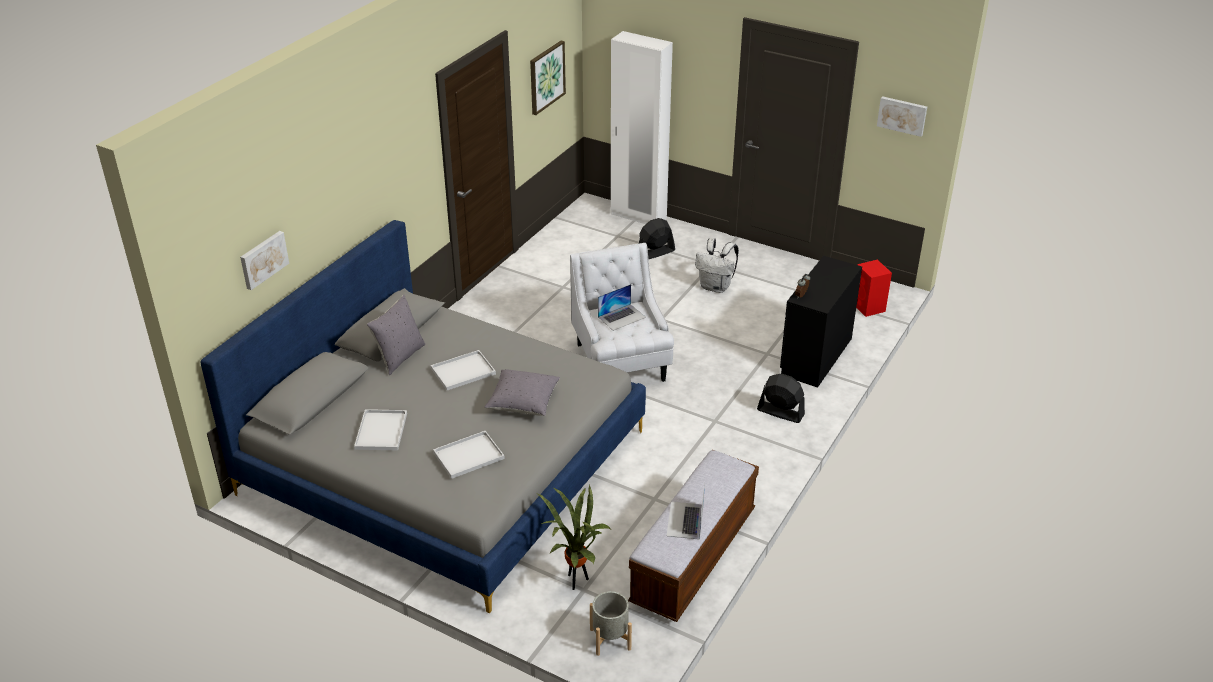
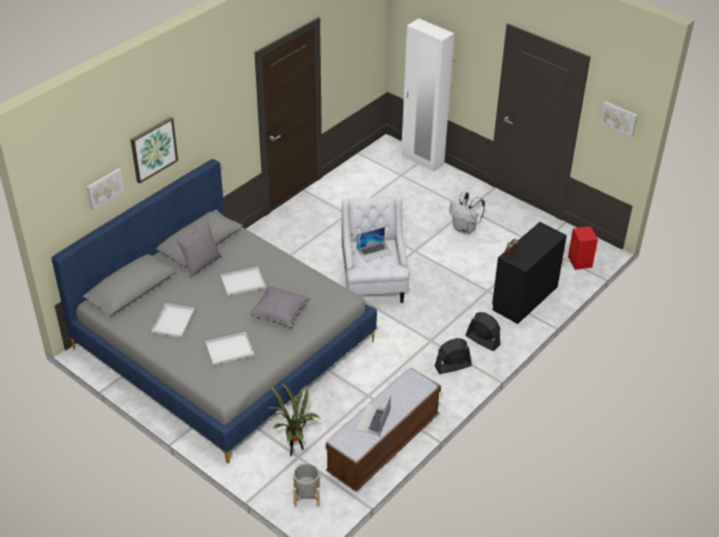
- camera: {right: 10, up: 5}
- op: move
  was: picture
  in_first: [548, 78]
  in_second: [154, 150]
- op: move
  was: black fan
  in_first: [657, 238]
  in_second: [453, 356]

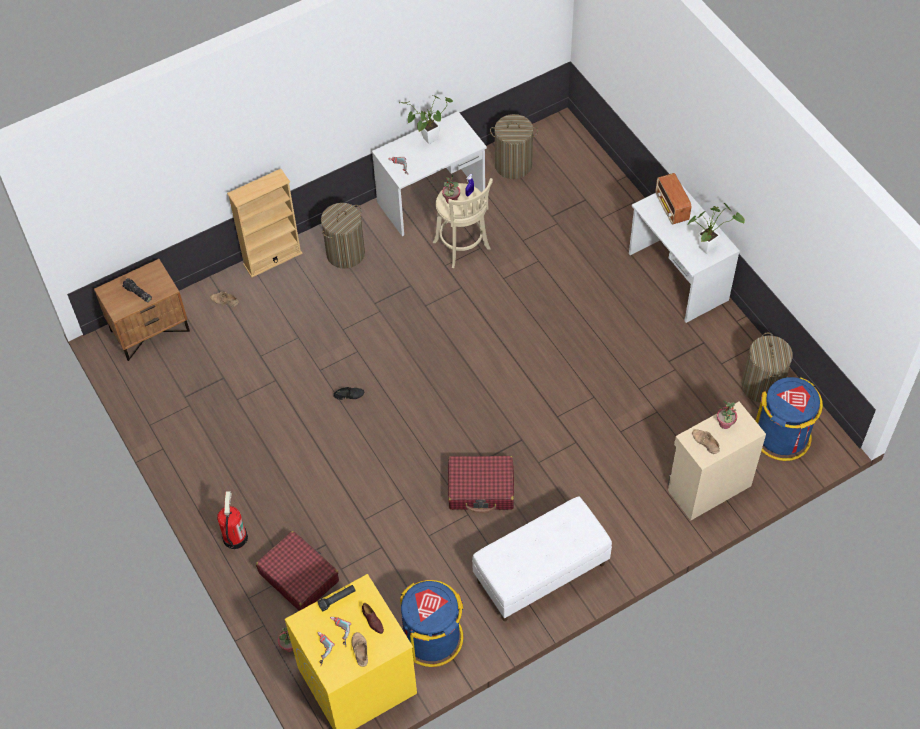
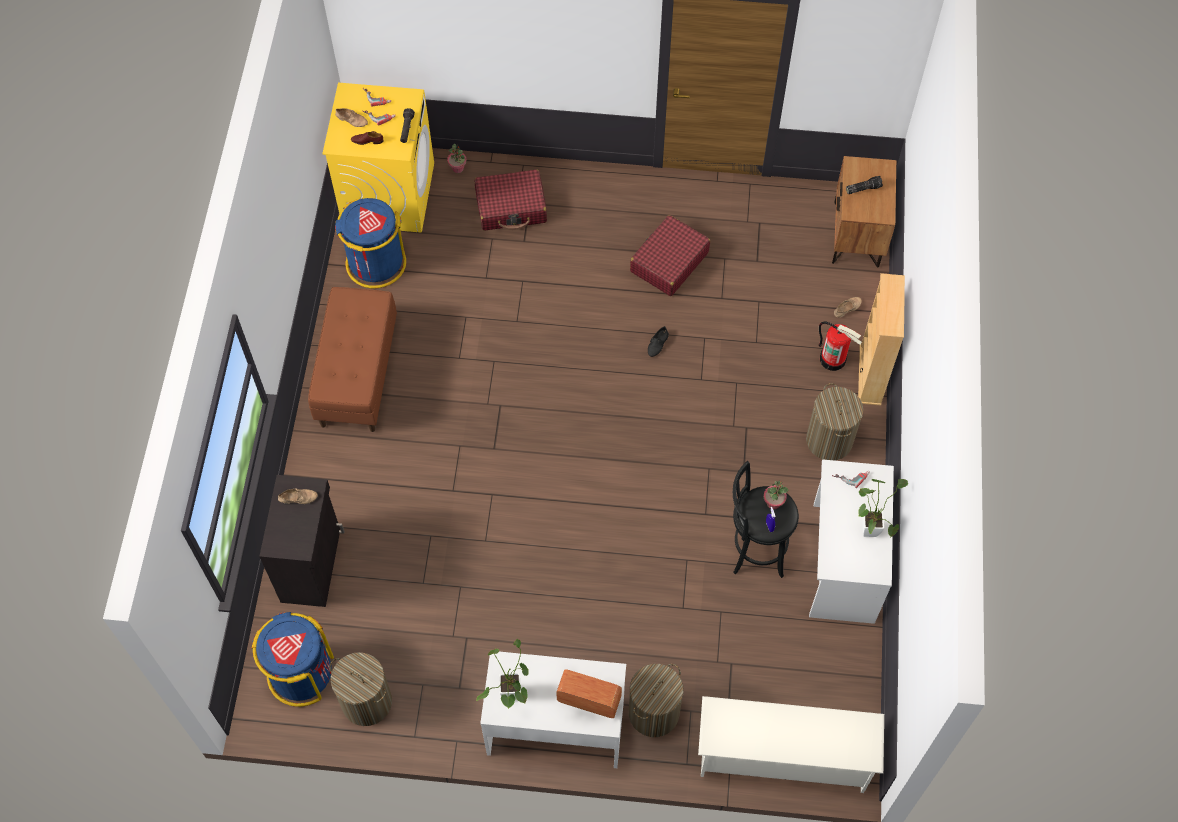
- camera: {right: 125, up: 5}
- op: move
  was: laundry basket
  in_first: [514, 146]
  in_second: [656, 700]
- op: recolor
  was: beige stool
  now: black stool
  in_first: [463, 223]
  in_second: [766, 519]
- op: delete
  was: potted plant
  in_first: [727, 414]
- op: recolor
  was: beige cabinet
  now: black cabinet
  in_first: [717, 461]
  in_second: [302, 541]
- op: move
  was: red suitcase
  in_first: [481, 484]
  in_second: [670, 255]
- op: move
  was: fire extinguisher
  in_first: [232, 520]
  in_second: [840, 346]
- op: recolor
  was: white bench
  now: brown bench
  in_first: [542, 558]
  in_second: [352, 359]
- op: insert
  now: white shoe rack
  in_second: [791, 744]

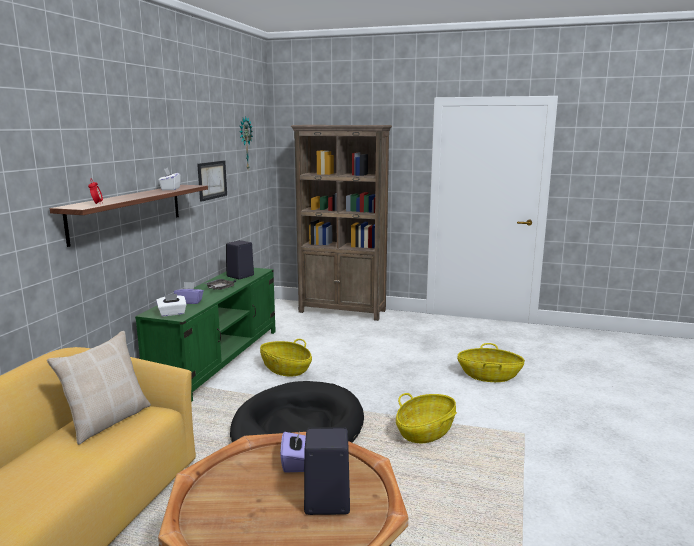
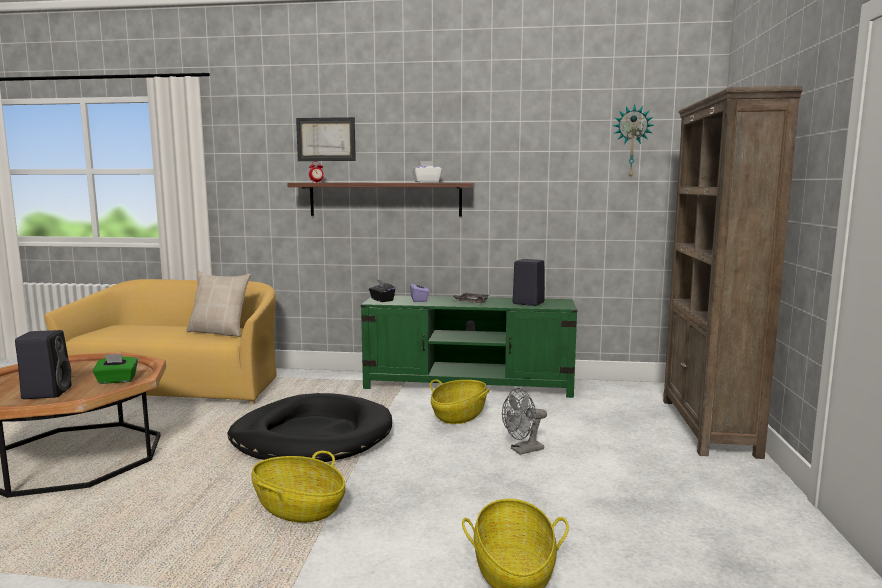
- camera: {right: 80, up: -5}
- op: move
  was: picture
  in_first: [212, 181]
  in_second: [326, 139]
- op: recolor
  was: white tissue box
  now: black tissue box
  in_first: [171, 305]
  in_second: [382, 290]
- op: recolor
  was: purple tissue box
  now: green tissue box
  in_first: [293, 452]
  in_second: [115, 369]
- op: insert
  now: grey fan
  in_second: [524, 421]

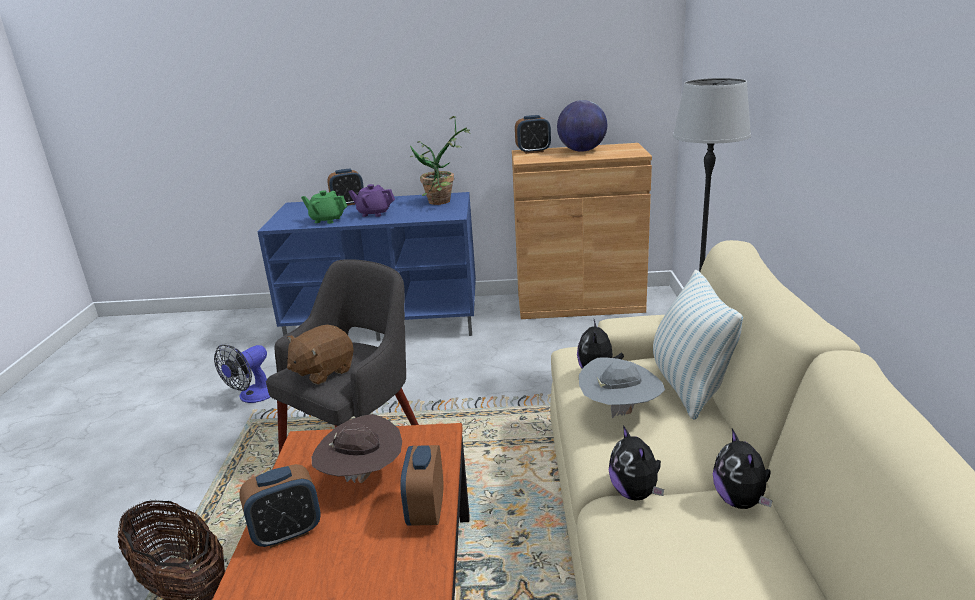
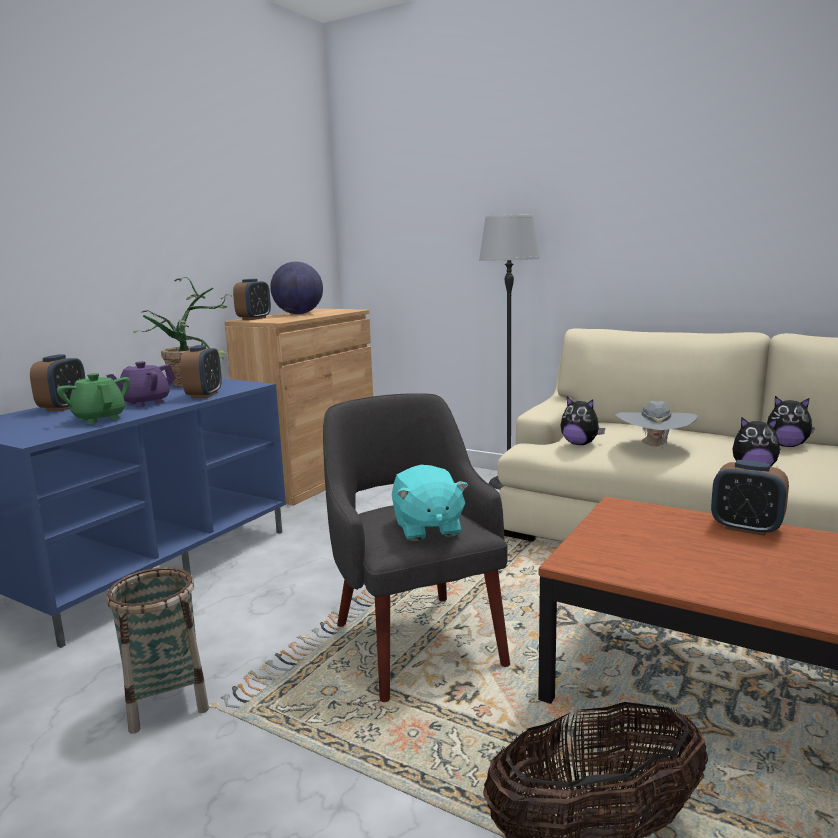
- camera: {right: -60, up: -10}
- op: rotate
  was: green teapot
  in_first: [324, 207]
  in_second: [93, 398]
  clockwise: 90
- op: delete
  was: pillow
  in_first: [698, 345]
- op: recolor
  was: brown plush toy
  now: turquoise plush toy
  in_first: [320, 355]
  in_second: [430, 503]
- op: replace
  was: fan
  now: basket
  in_first: [242, 373]
  in_second: [158, 650]
- op: delete
  was: brown hat
  in_first: [357, 448]
- op: move
  was: alarm clock
  in_first: [280, 506]
  in_second: [201, 371]

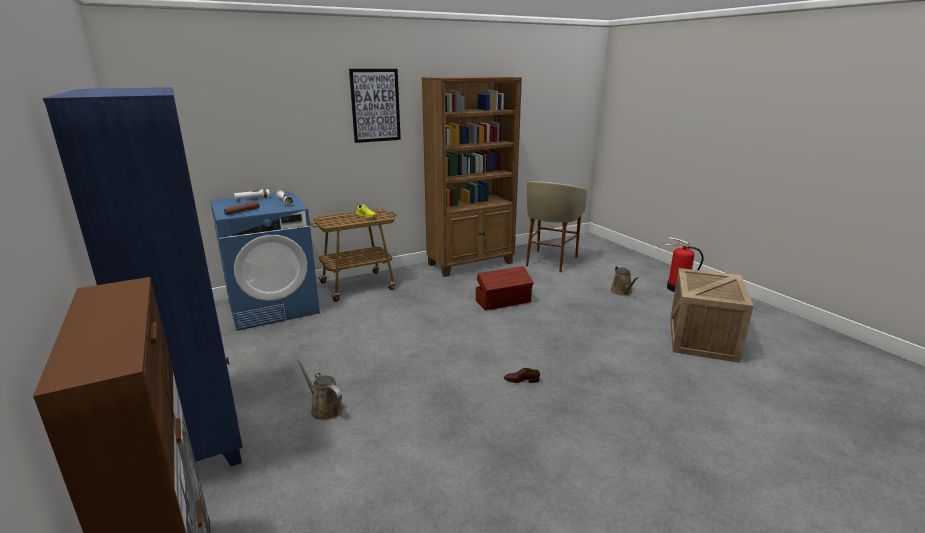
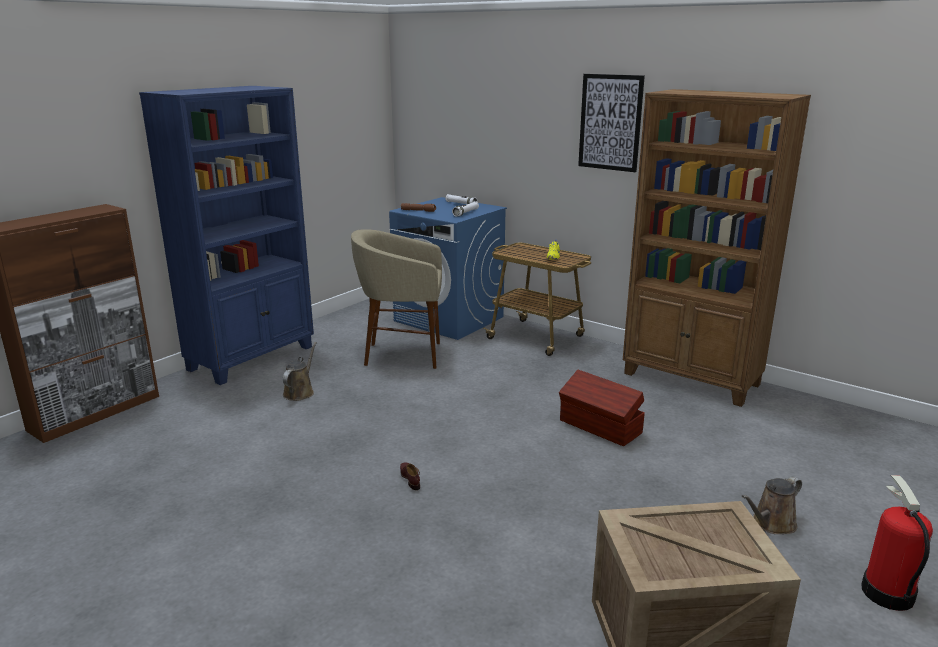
- camera: {right: 65, up: 0}
- op: move
  was: beige stool
  in_first: [556, 226]
  in_second: [396, 299]

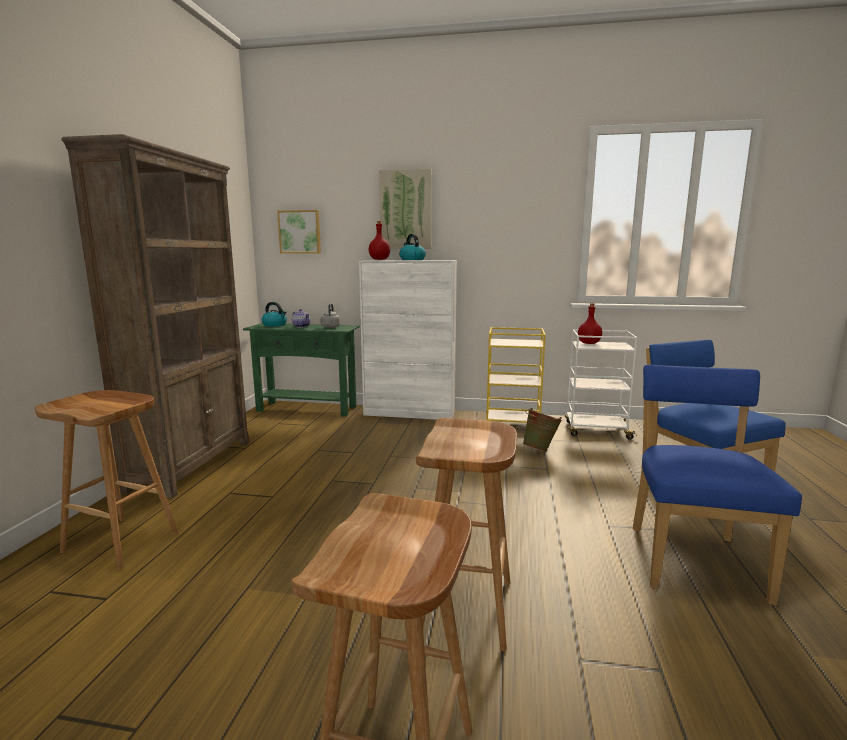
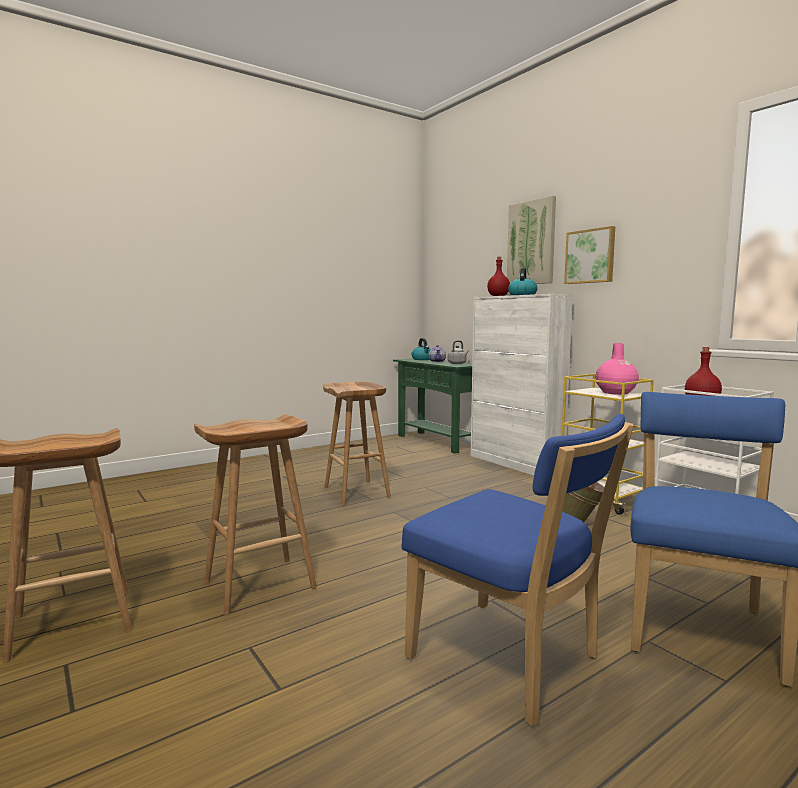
- camera: {right: 45, up: -5}
- op: delete
  was: brown bookcase
  in_first: [155, 316]
- op: move
  was: picture
  in_first: [299, 232]
  in_second: [589, 255]
- op: rotate
  was: blue chair
  in_first: [717, 485]
  in_second: [517, 570]
  clockwise: 75
- op: move
  was: brown stool
  in_first: [107, 480]
  in_second: [357, 443]
- op: insert
  now: pink vase
  in_second: [617, 369]

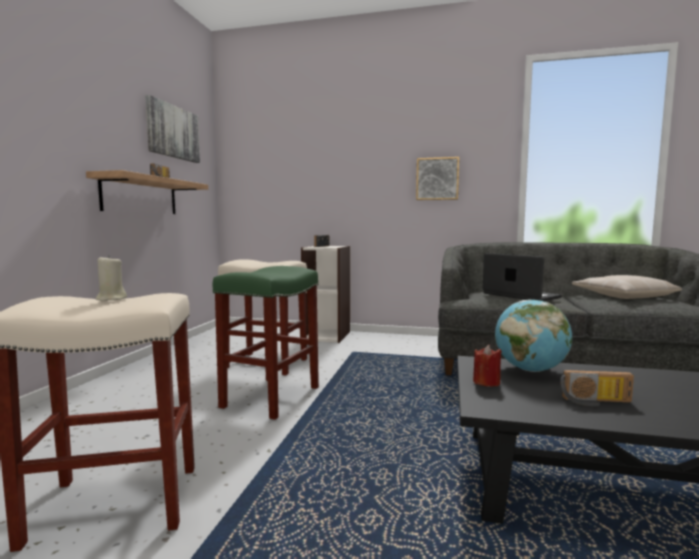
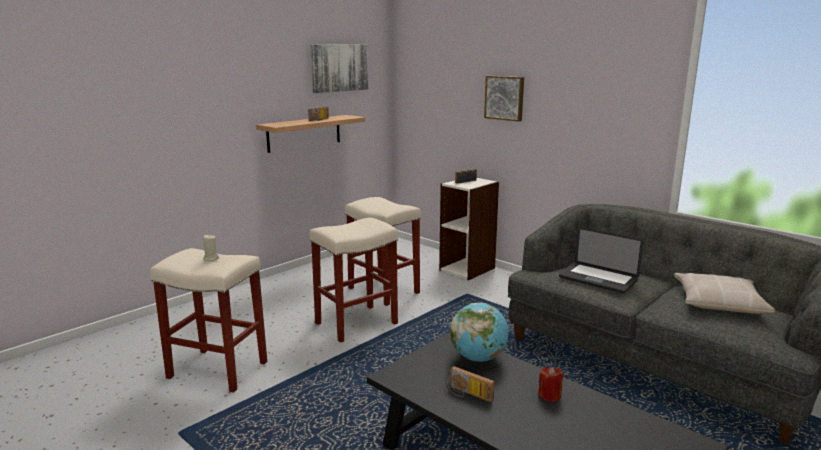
- camera: {right: 30, up: 10}
- op: move
  was: picture
  in_first: [437, 178]
  in_second: [504, 99]
- op: rotate
  was: laptop
  in_first: [522, 277]
  in_second: [601, 260]
  clockwise: 135
- op: recolor
  was: green stool
  now: beige stool
  in_first: [266, 343]
  in_second: [353, 280]
- op: move
  was: red candle
  in_first: [487, 366]
  in_second: [550, 384]

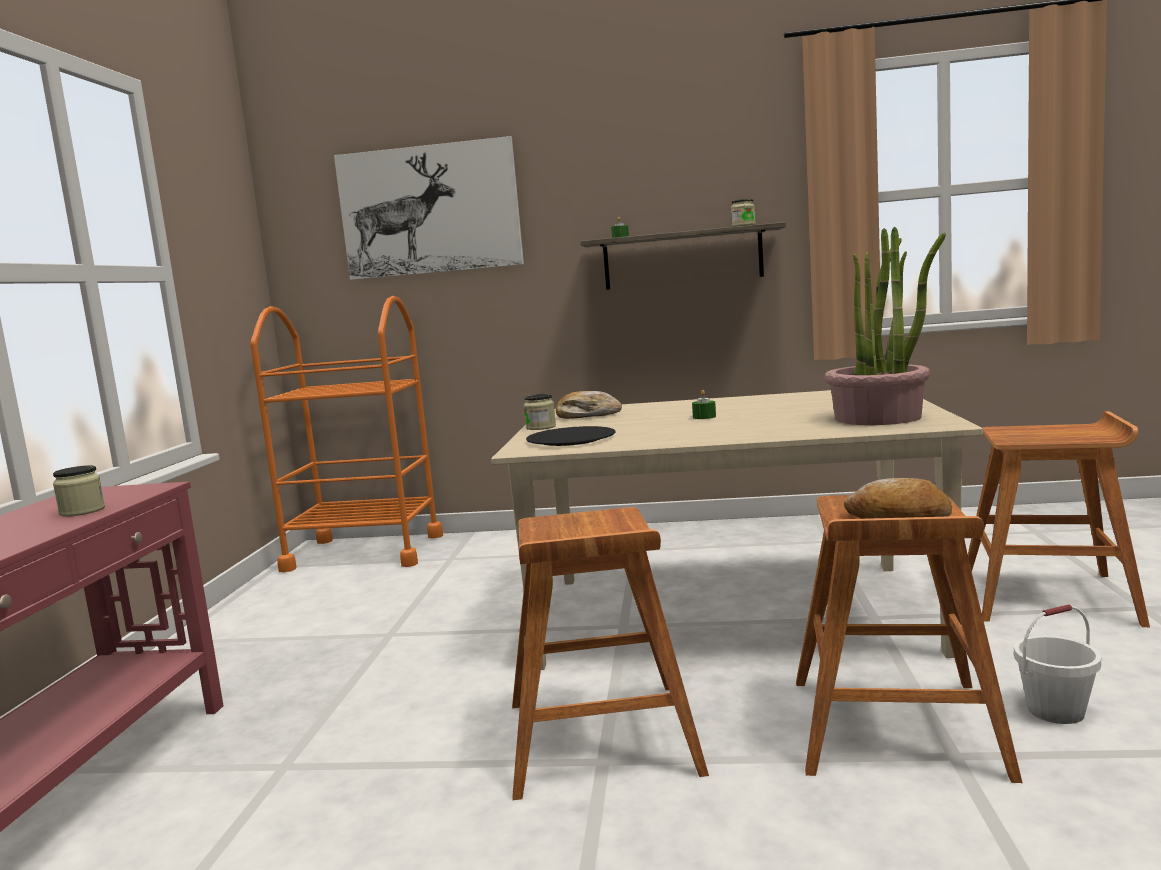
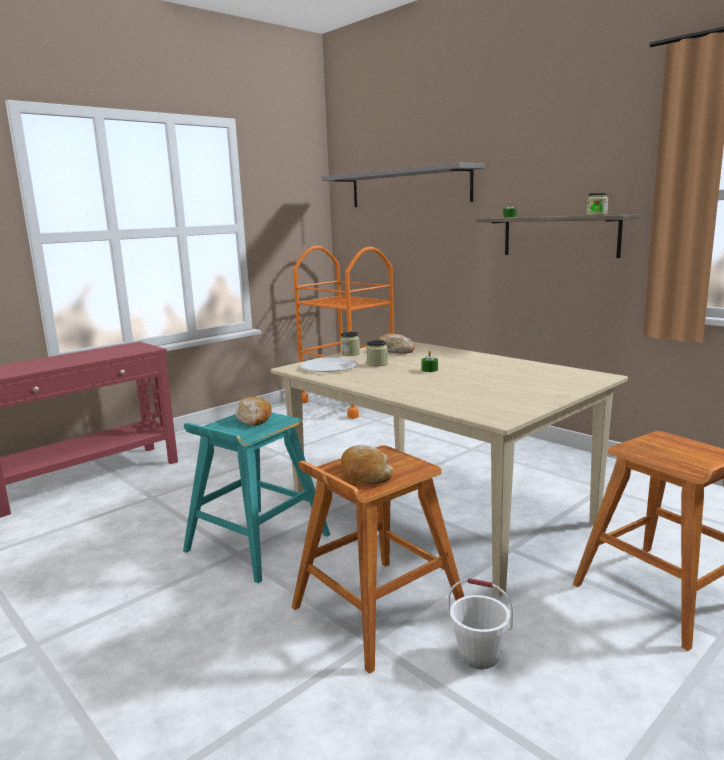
- camera: {right: 40, up: 5}
- op: replace
  was: picture
  now: grey shelf
  in_first: [429, 208]
  in_second: [403, 184]
- op: delete
  was: potted plant
  in_first: [885, 325]
- op: recolor
  was: black plate
  now: white plate
  in_first: [571, 436]
  in_second: [328, 365]
- op: move
  was: jar
  in_first: [79, 491]
  in_second: [377, 353]
- op: recolor
  was: brown stool
  now: turquoise stool
  in_first: [610, 653]
  in_second: [257, 497]
- op: insert
  now: bread
  in_second: [253, 411]

